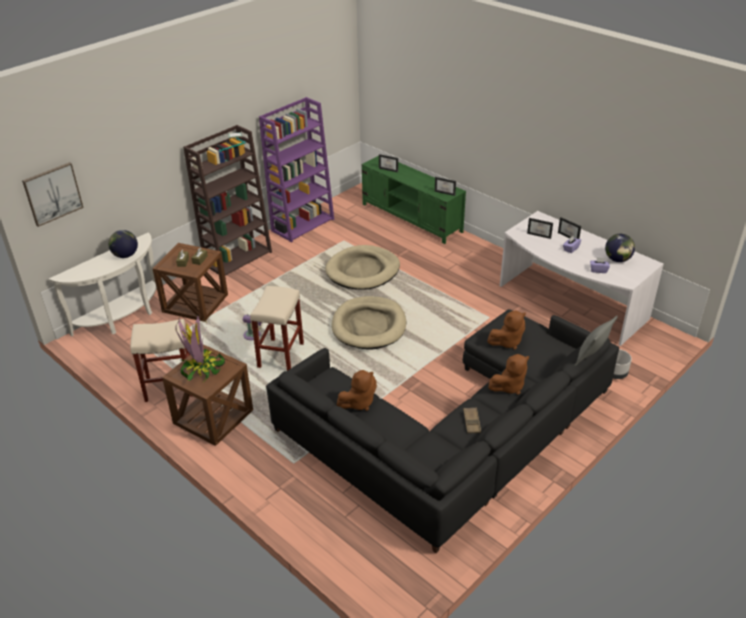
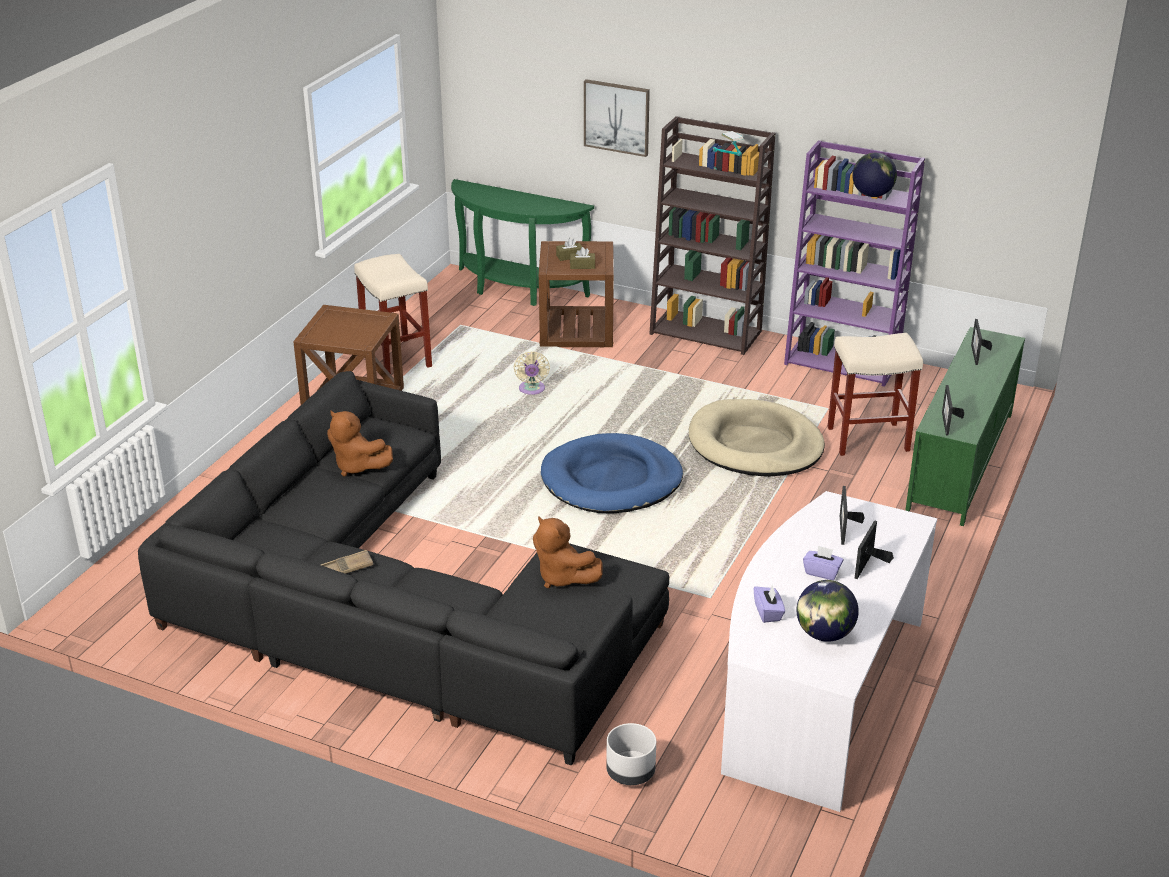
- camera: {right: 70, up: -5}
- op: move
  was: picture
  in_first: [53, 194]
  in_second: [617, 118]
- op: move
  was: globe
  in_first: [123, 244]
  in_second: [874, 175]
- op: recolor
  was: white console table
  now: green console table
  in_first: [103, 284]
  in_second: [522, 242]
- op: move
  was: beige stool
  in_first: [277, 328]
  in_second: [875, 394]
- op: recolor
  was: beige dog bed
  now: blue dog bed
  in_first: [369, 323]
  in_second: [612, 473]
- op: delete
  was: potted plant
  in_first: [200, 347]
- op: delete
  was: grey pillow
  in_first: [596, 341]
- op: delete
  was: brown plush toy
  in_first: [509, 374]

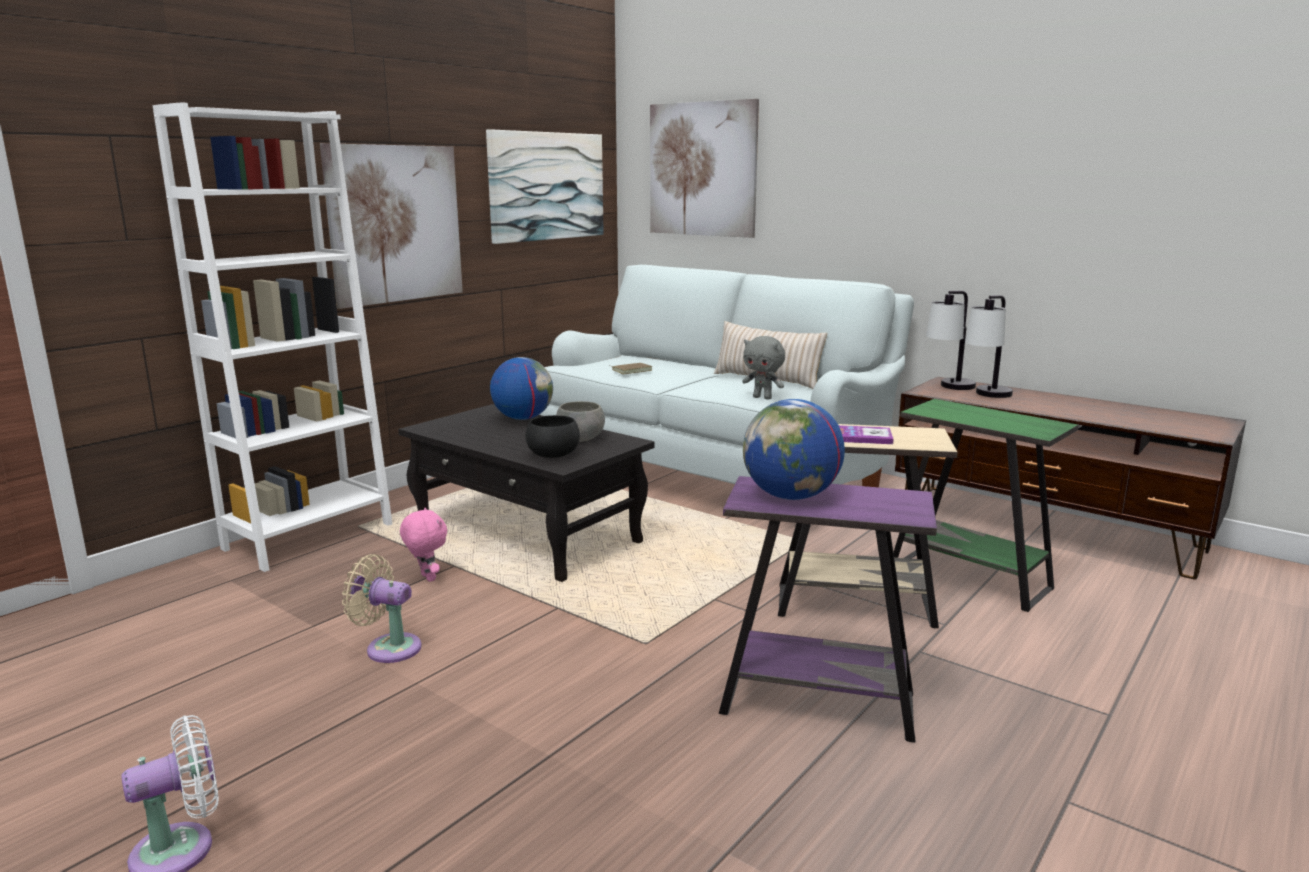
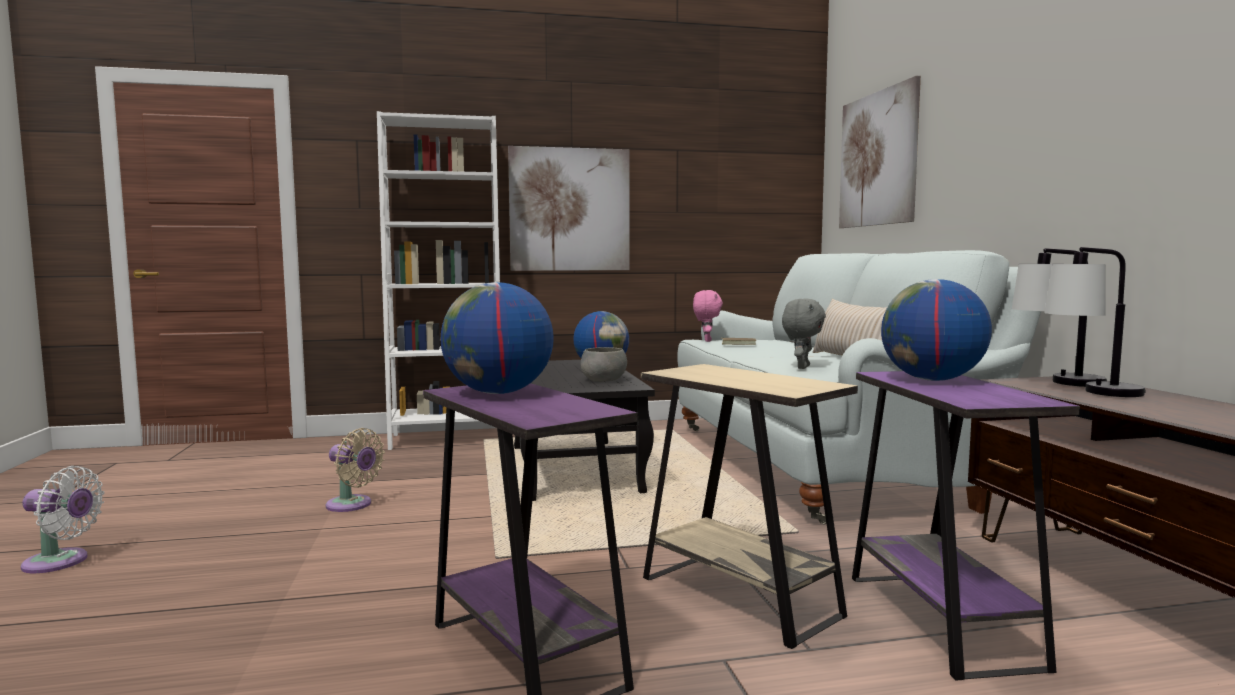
- camera: {right: 40, up: -10}
- op: delete
  was: picture
  in_first: [545, 186]
- op: rotate
  was: grey plush toy
  in_first: [763, 368]
  in_second: [804, 333]
  clockwise: -135
- op: recolor
  was: green side table
  now: purple side table
  in_first: [986, 505]
  in_second: [966, 526]
- op: delete
  was: black bowl
  in_first: [552, 436]
- op: delete
  was: book
  in_first: [866, 434]
- op: move
  was: pink plush toy
  in_first: [423, 545]
  in_second: [708, 316]
- op: rotate
  was: beige fan
  in_first: [382, 608]
  in_second: [355, 470]
  clockwise: 150
- op: insert
  now: globe
  in_second: [936, 330]

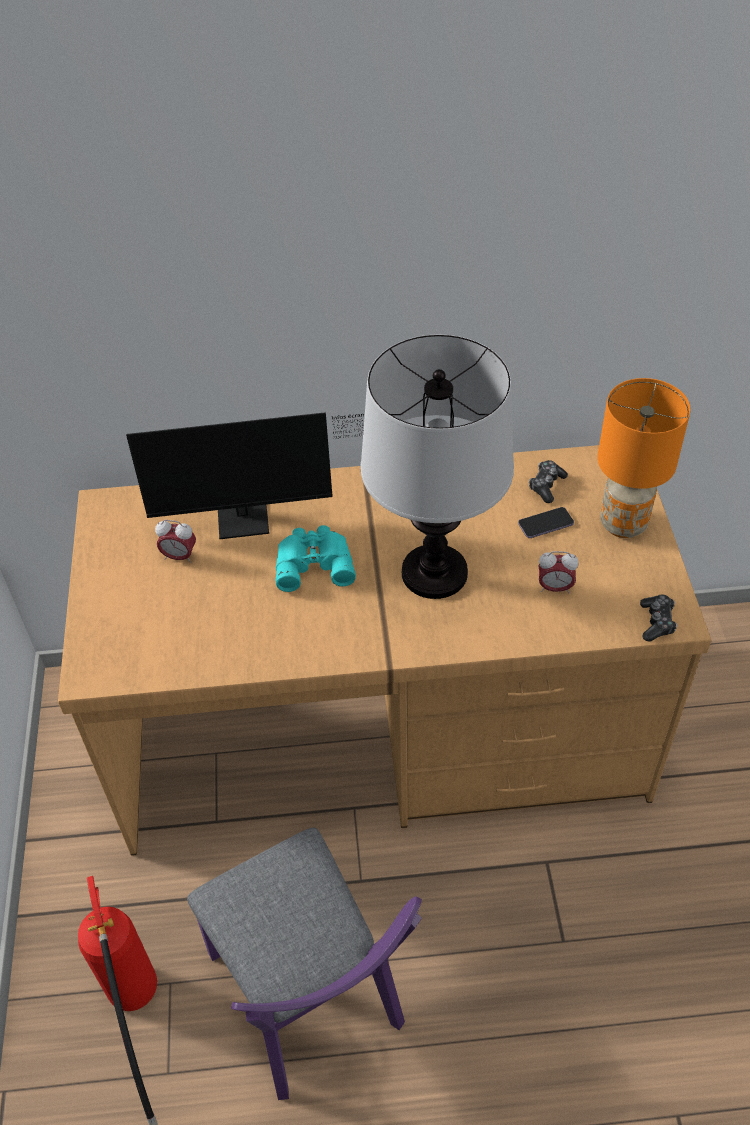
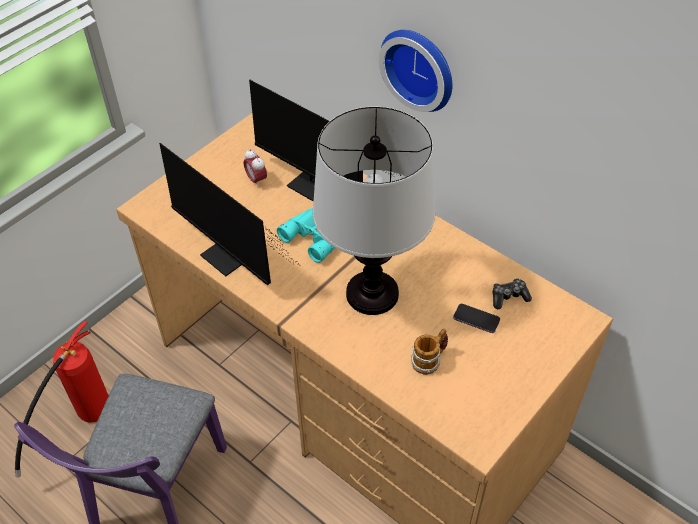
- camera: {right: 45, up: 0}
- op: delete
  was: orange table lamp
  in_first: [644, 458]
- op: replace
  was: alarm clock
  now: mug
  in_first: [559, 572]
  in_second: [429, 352]
- op: delete
  was: game controller
  in_first: [658, 618]
- op: insert
  now: wall clock
  in_second: [415, 71]
- op: insert
  now: monitor
  in_second: [229, 214]

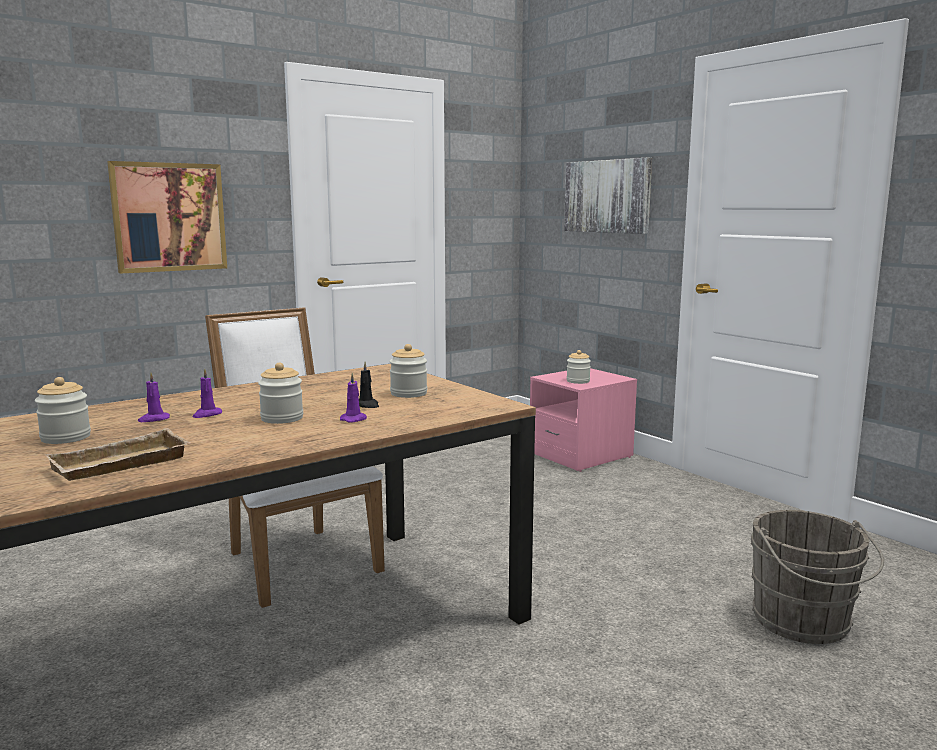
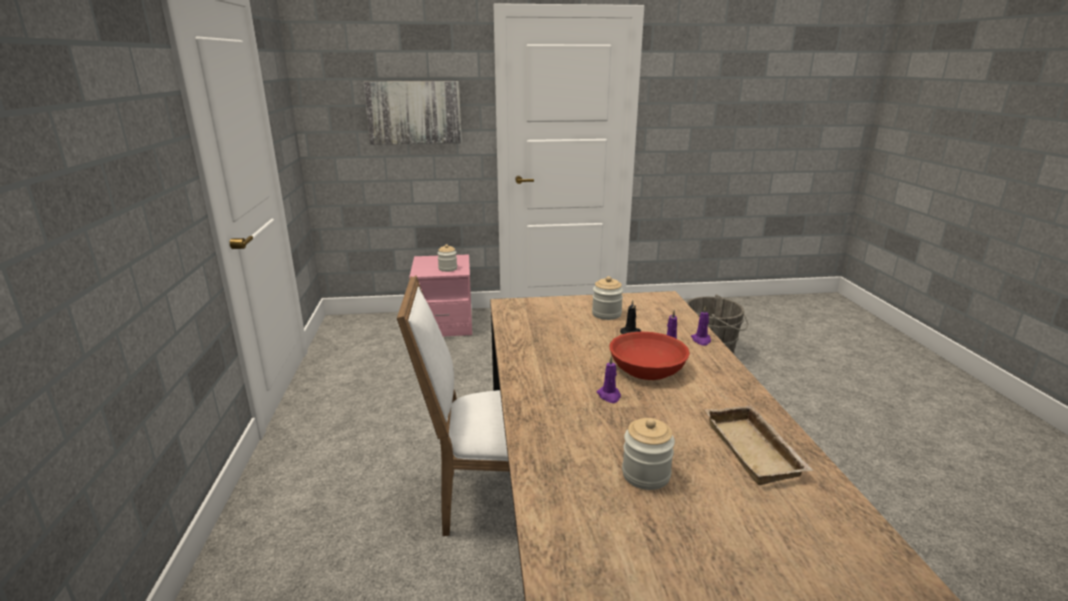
- camera: {right: -60, up: 10}
- op: delete
  was: picture
  in_first: [167, 217]
- op: replace
  was: jar
  now: red bowl
  in_first: [280, 393]
  in_second: [650, 356]
- op: move
  was: purple candle
  in_first: [154, 397]
  in_second: [701, 326]

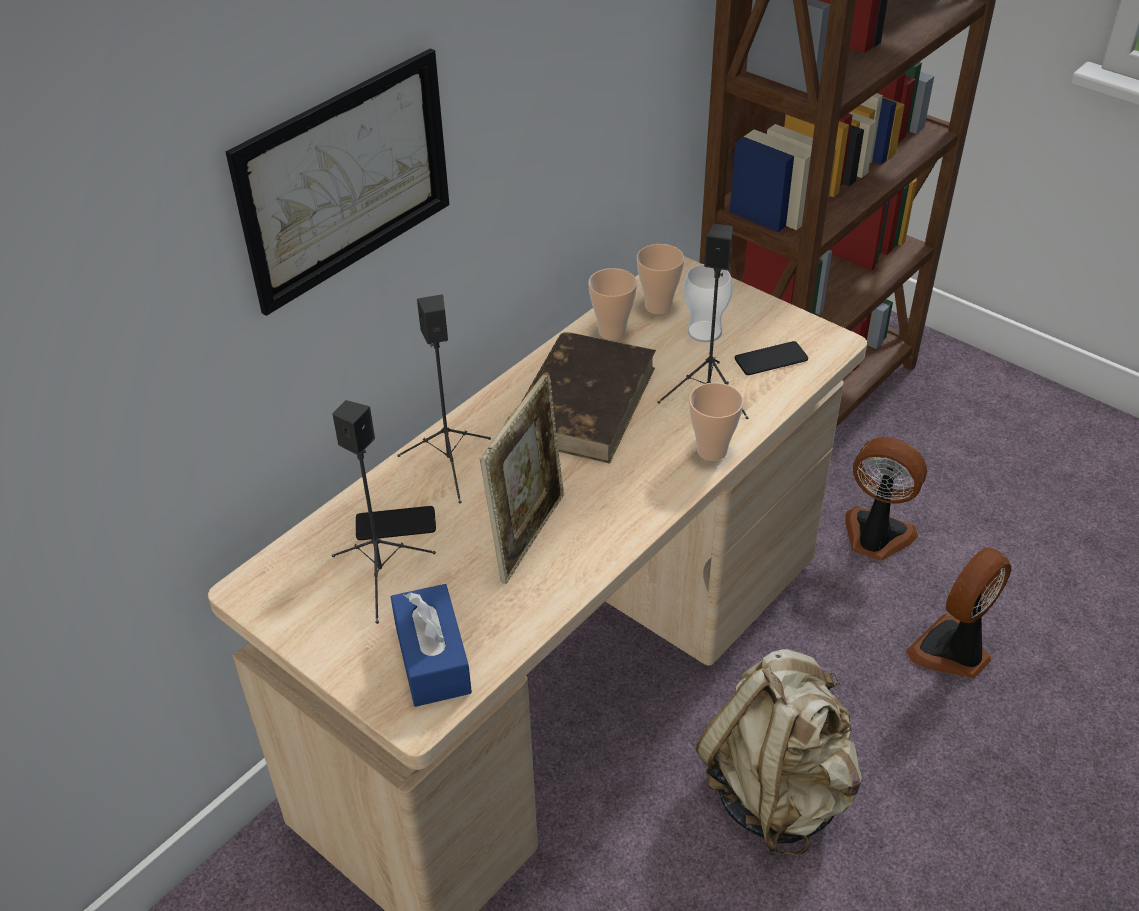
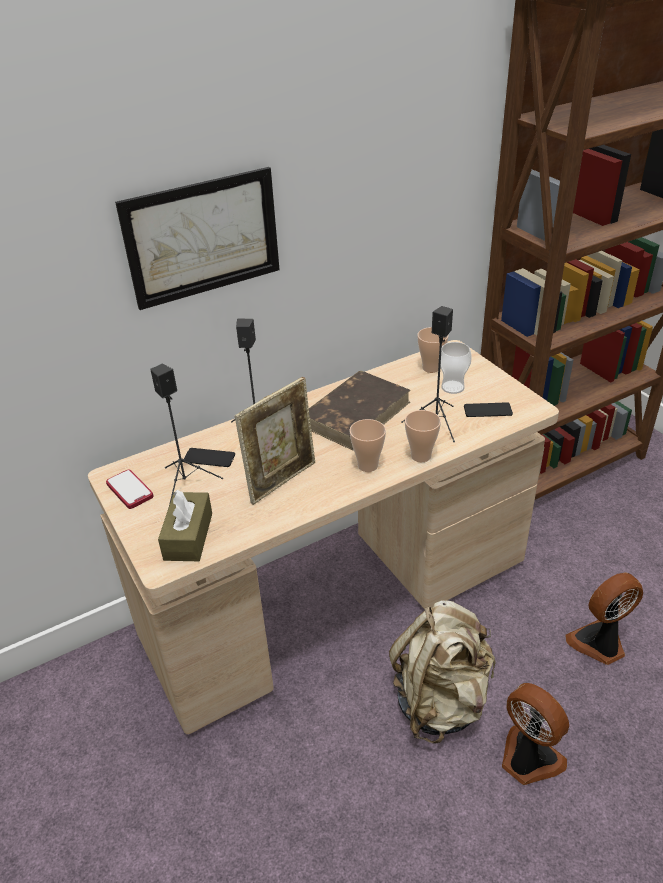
- camera: {right: 20, up: -5}
- op: move
  was: cup
  in_first: [612, 304]
  in_second: [367, 445]
- op: move
  was: fan
  in_first: [886, 499]
  in_second: [535, 734]
- op: recolor
  was: blue tissue box
  now: brown tissue box
  in_first: [431, 645]
  in_second: [185, 525]
- op: insert
  now: phone
  in_second: [130, 489]

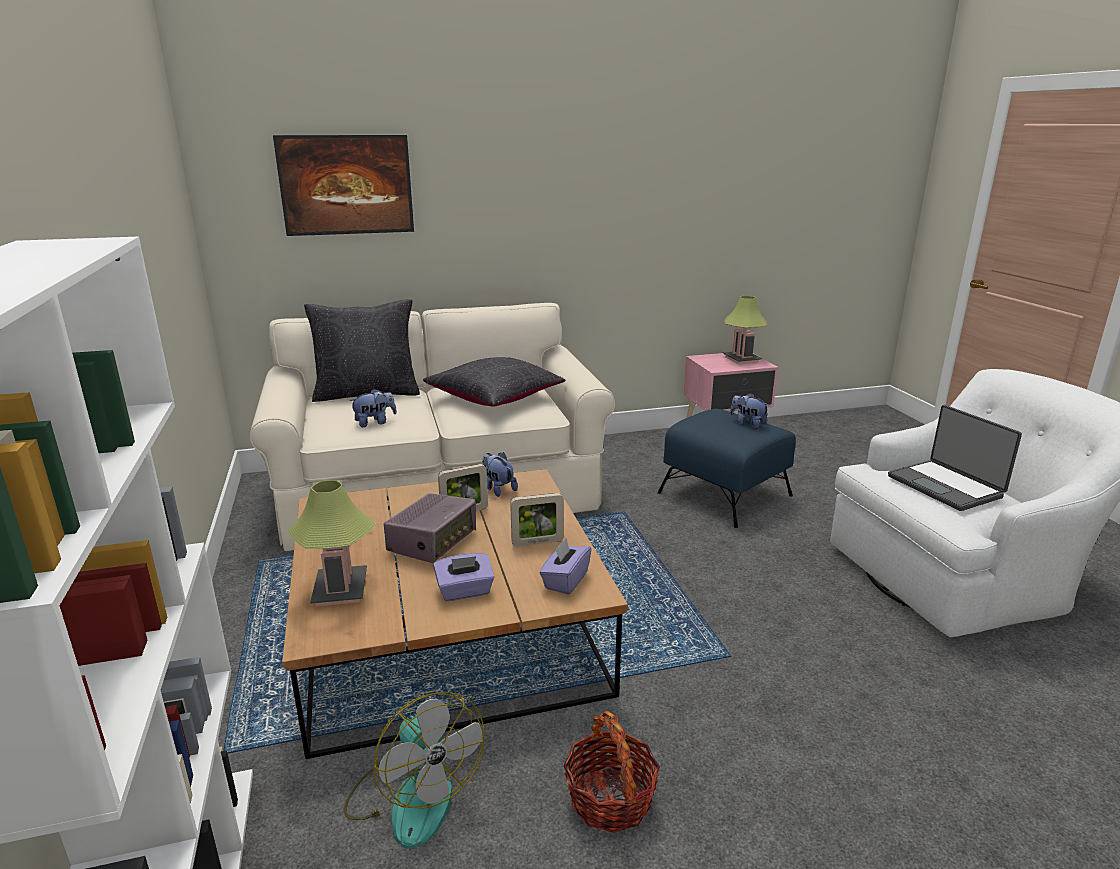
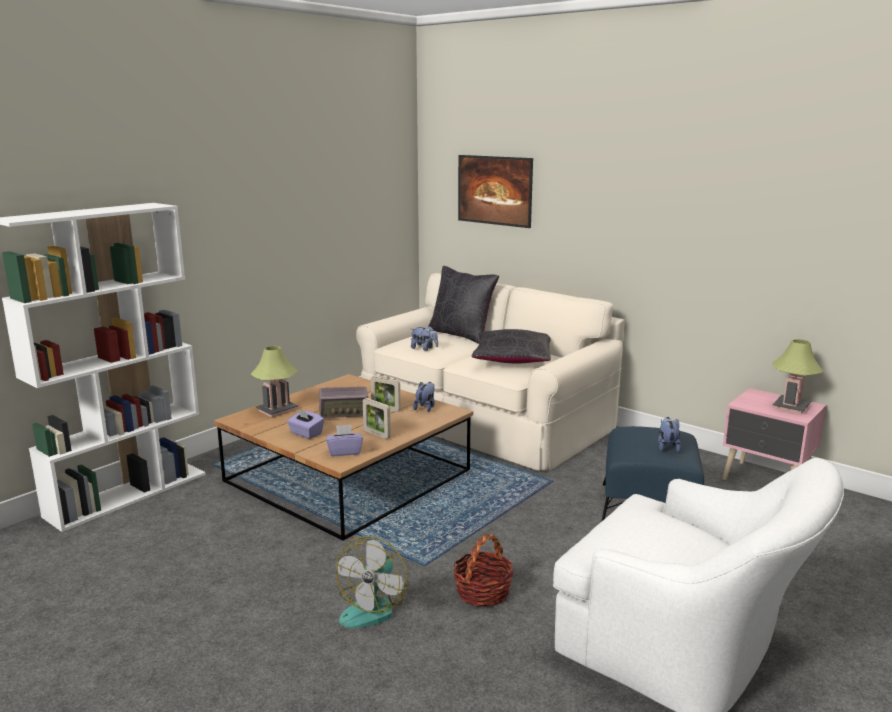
- camera: {right: 55, up: -5}
- op: delete
  was: laptop
  in_first: [955, 458]
- op: move
  was: fan
  in_first: [413, 770]
  in_second: [372, 582]
- op: move
  was: basket
  in_first: [611, 772]
  in_second: [483, 570]

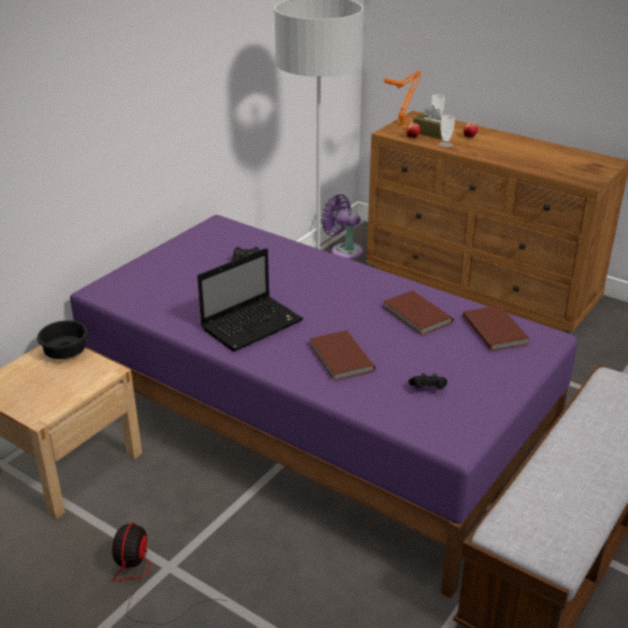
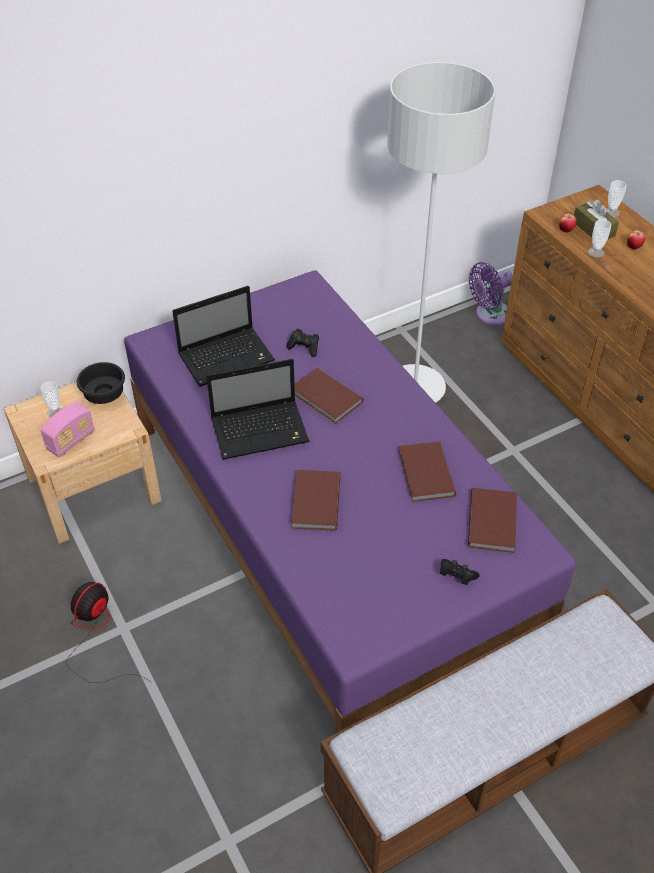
- camera: {right: 25, up: 15}
- op: delete
  was: orange table lamp
  in_first: [403, 97]
- op: rotate
  was: purple fan
  in_first: [342, 226]
  in_second: [491, 294]
  clockwise: -90
- op: move
  was: black game controller
  in_first: [428, 381]
  in_second: [460, 572]
- op: insert
  now: laptop
  in_second: [223, 336]
- op: insert
  now: brown book
  in_second: [329, 396]
- op: insert
  now: cup
  in_second: [52, 399]
- op: insert
  now: radio
  in_second: [67, 429]

